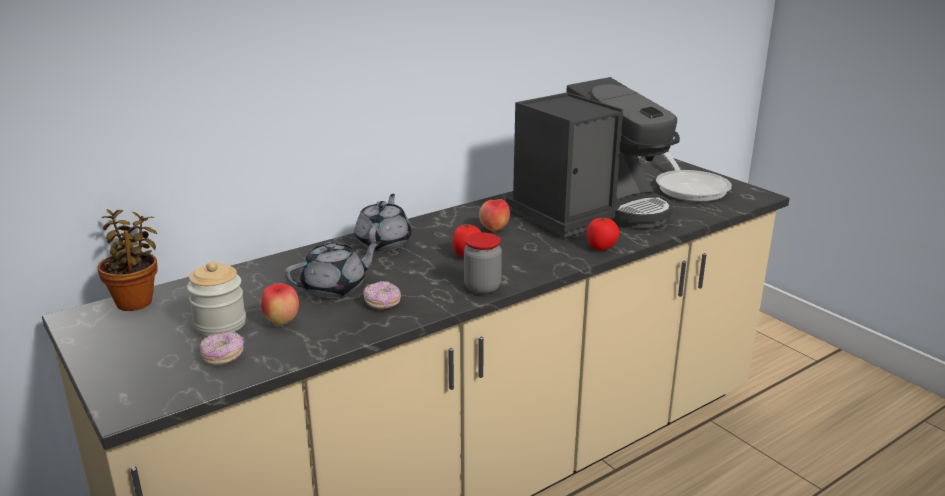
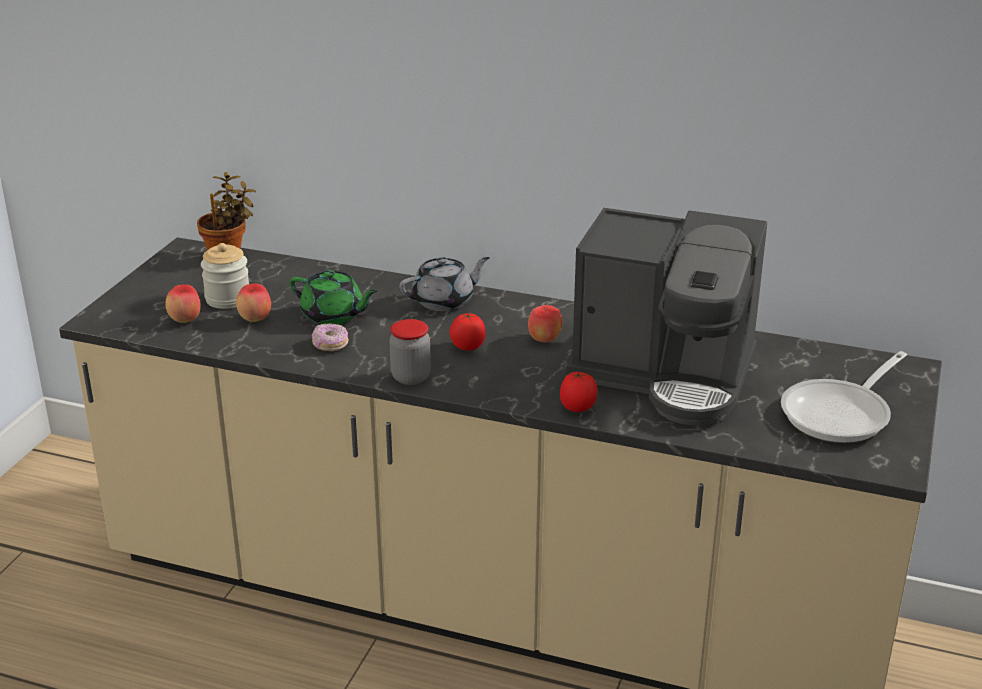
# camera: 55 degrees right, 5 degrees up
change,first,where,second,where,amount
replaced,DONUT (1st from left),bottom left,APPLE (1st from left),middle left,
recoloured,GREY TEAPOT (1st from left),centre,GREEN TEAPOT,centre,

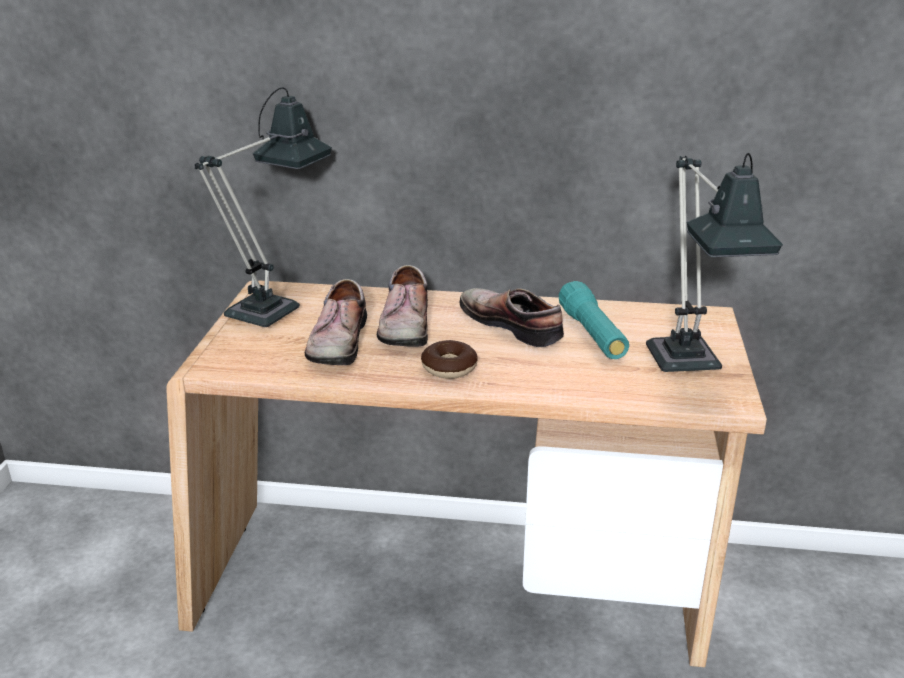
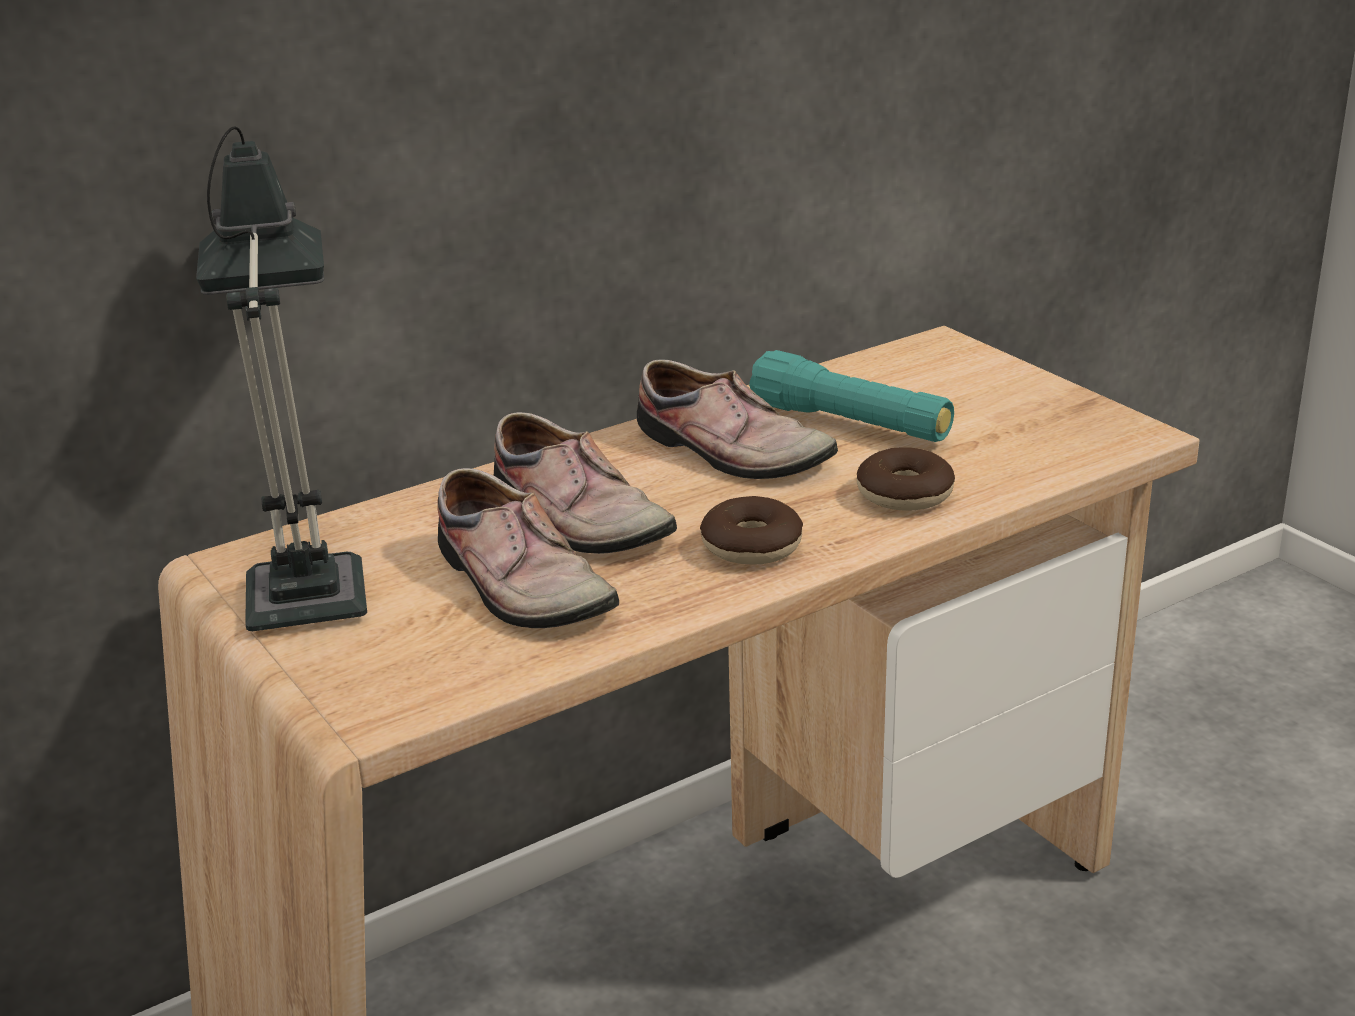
# camera: 40 degrees left, 0 degrees up
change,first,where,second,where,amount
turned,SHOE (3rd from left),centre,,centre,150 degrees counterclockwise
removed,TABLE LAMP (2nd from left),middle right,,,
added,,,DONUT (2nd from left),middle right,

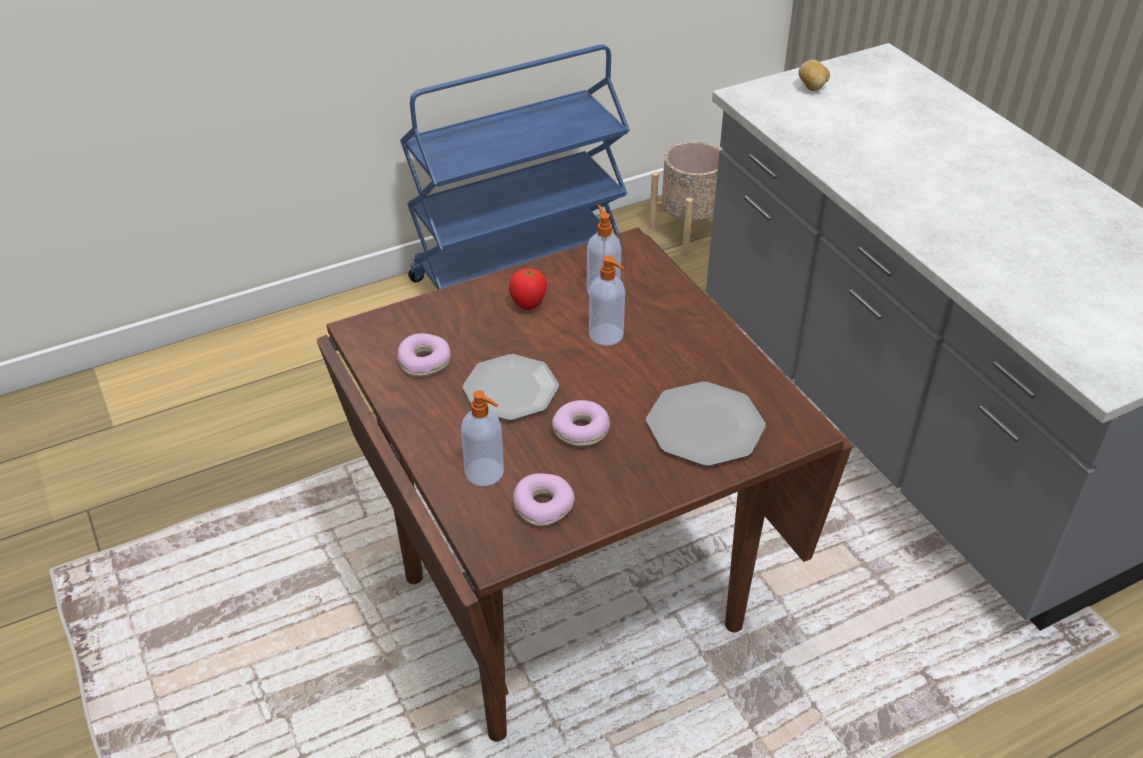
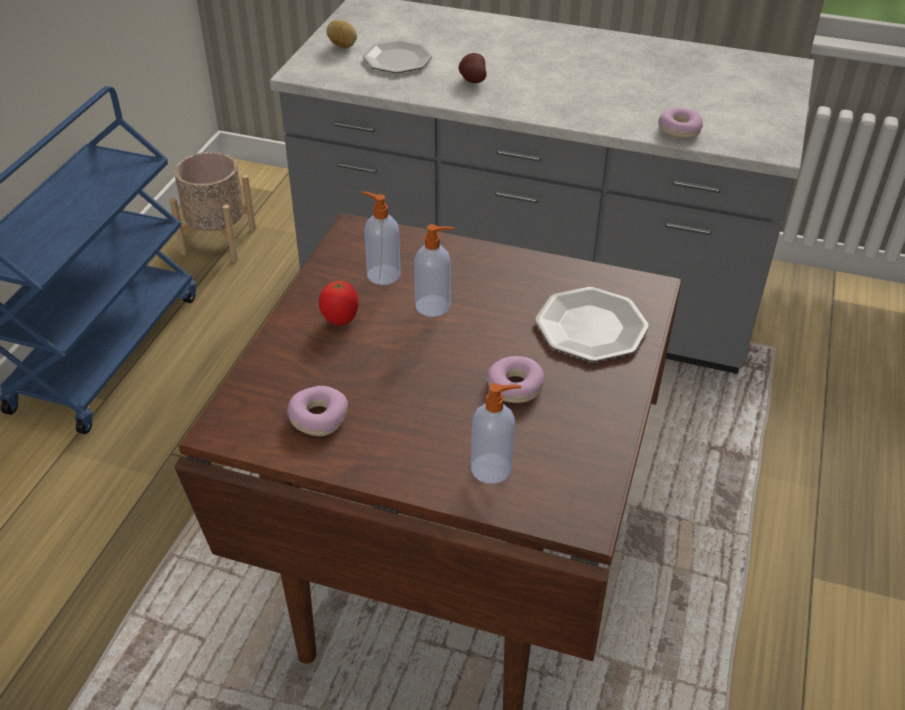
# camera: 45 degrees left, 0 degrees up
change,first,where,second,where,amount
moved,PLATE (1st from left),centre,,top centre,
moved,DONUT (2nd from left in the first image),centre,DONUT (3rd from left),top right,
added,,,POTATO (2nd from left),top centre,

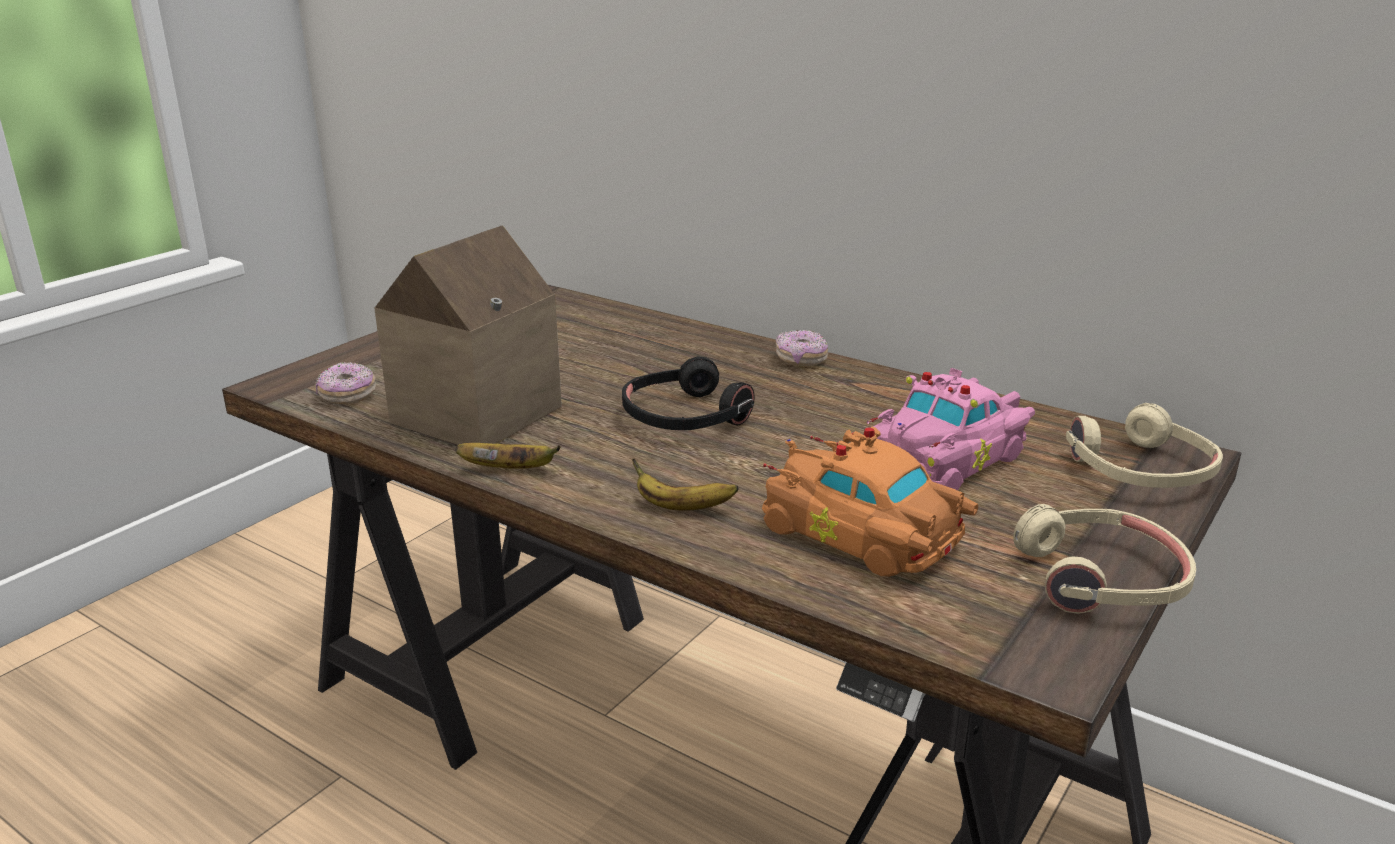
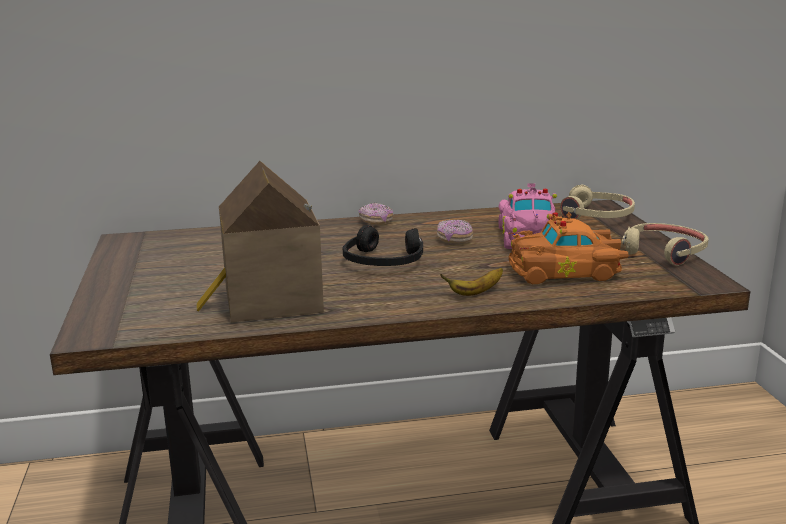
# camera: 45 degrees left, 5 degrees down
change,first,where,second,where,amount
moved,DONUT (1st from left in the first image),middle left,DONUT (2nd from left),centre,
removed,BANANA (1st from left),centre,,,

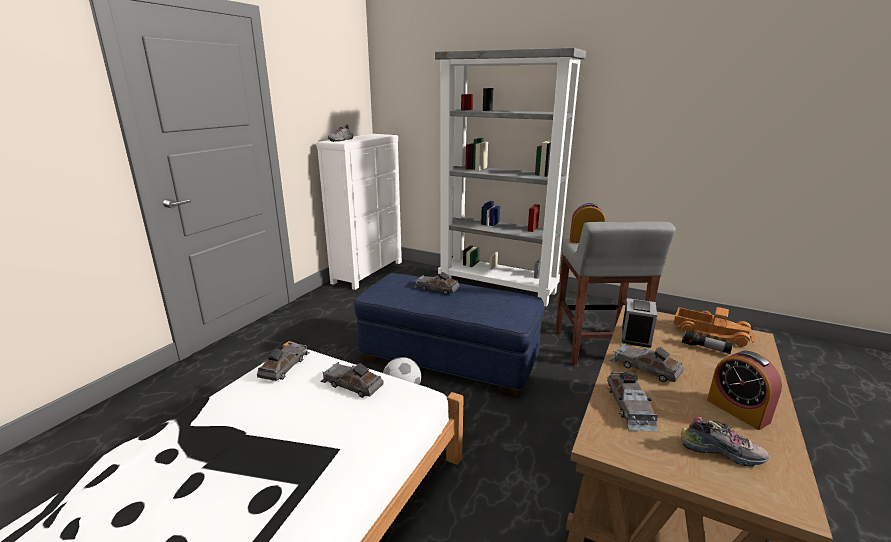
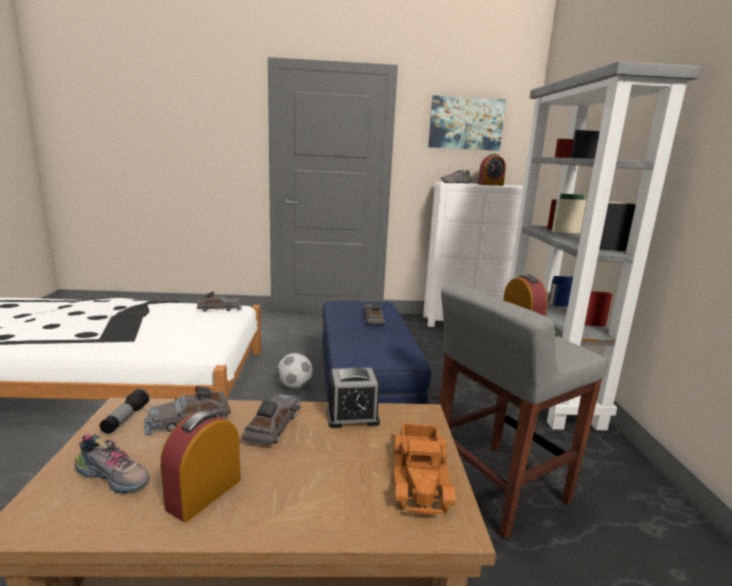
# camera: 60 degrees right, 5 degrees down
change,first,where,second,where,amount
removed,GREY TOY CAR (2nd from left),bottom centre,,,
turned,SHOE (2nd from left in the first image),bottom right,SHOE (1st from left),bottom left,60 degrees counterclockwise
moved,FLASHLIGHT,middle right,,bottom left,
added,,,PICTURE,top centre,
added,,,ALARM CLOCK (3rd from left),top right,

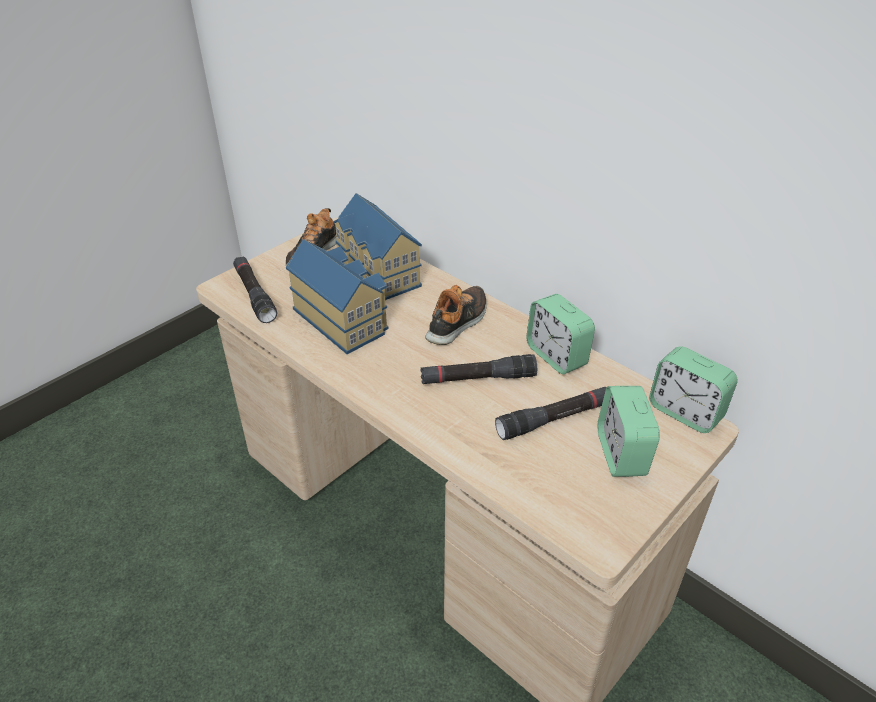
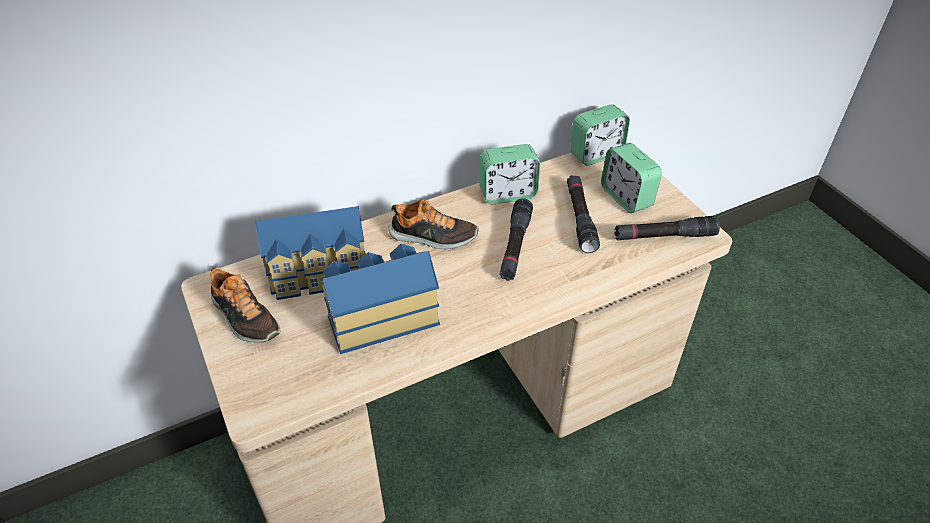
# camera: 70 degrees left, 5 degrees up
change,first,where,second,where,amount
moved,BLACK FLASHLIGHT (1st from left in the first image),middle left,BLACK FLASHLIGHT (3rd from left),middle right,
turned,SHOE (2nd from left),centre,,centre,135 degrees clockwise
turned,ALARM CLOCK (2nd from left in the first image),middle right,ALARM CLOCK (3rd from left),middle right,45 degrees clockwise

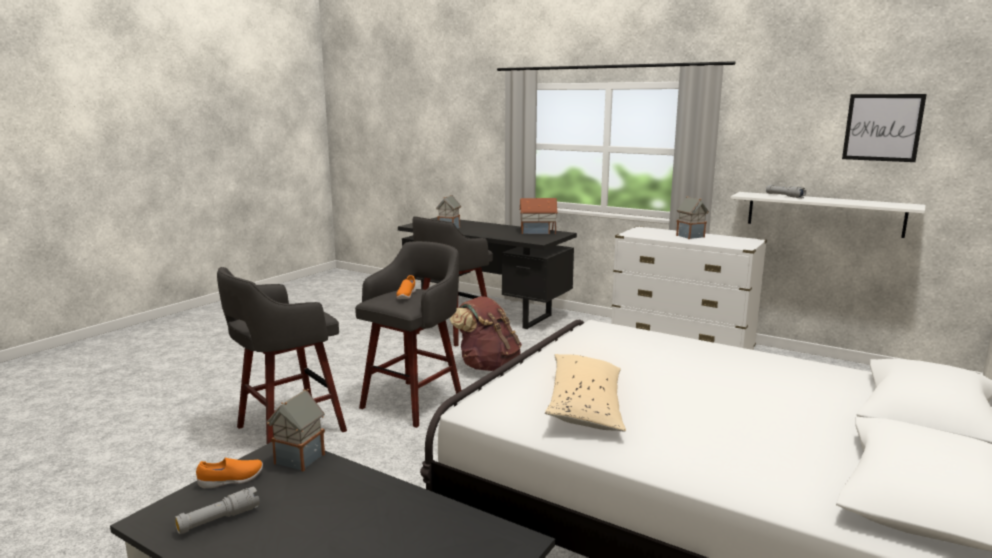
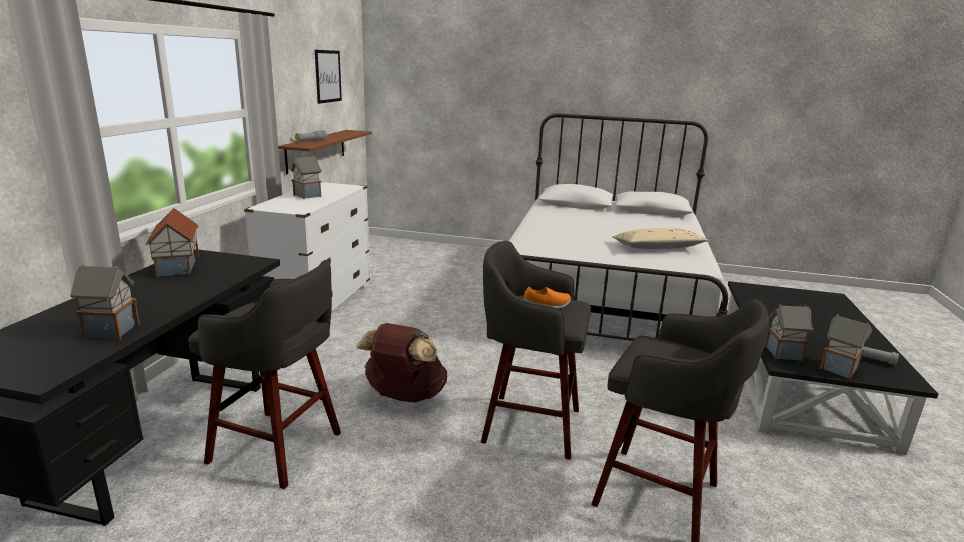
# camera: 110 degrees left, 5 degrees up
change,first,where,second,where,amount
replaced,ORANGE SHOE (1st from left),bottom left,TOY HOUSE (5th from left),middle right,
recoloured,WHITE SHELF,middle right,BROWN SHELF,top centre,

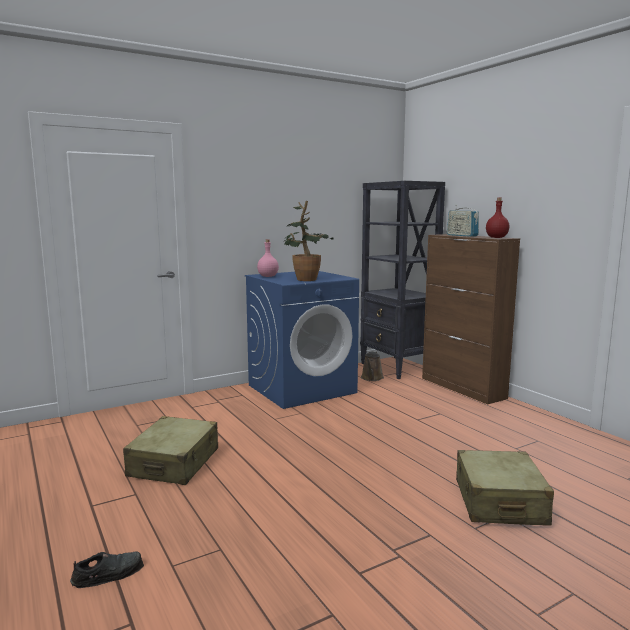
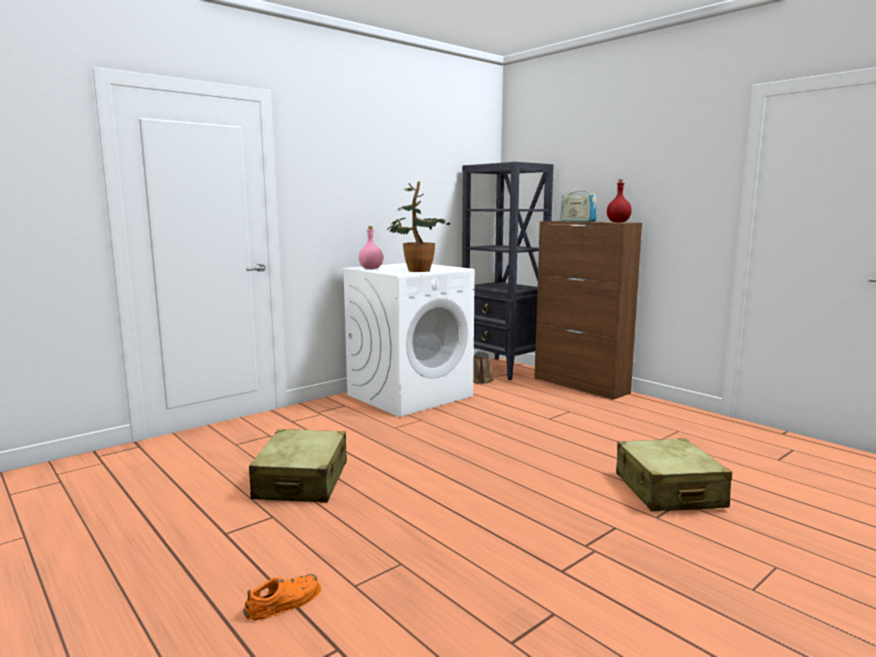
# camera: 10 degrees left, 0 degrees up
change,first,where,second,where,amount
recoloured,BLACK SHOE,bottom left,ORANGE SHOE,bottom left,
recoloured,BLUE WASHING MACHINE,centre,WHITE WASHING MACHINE,centre,

